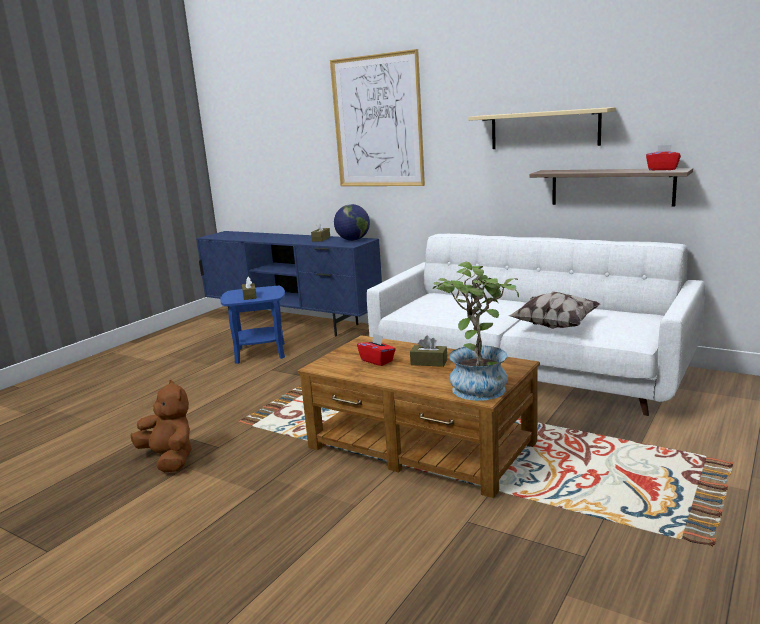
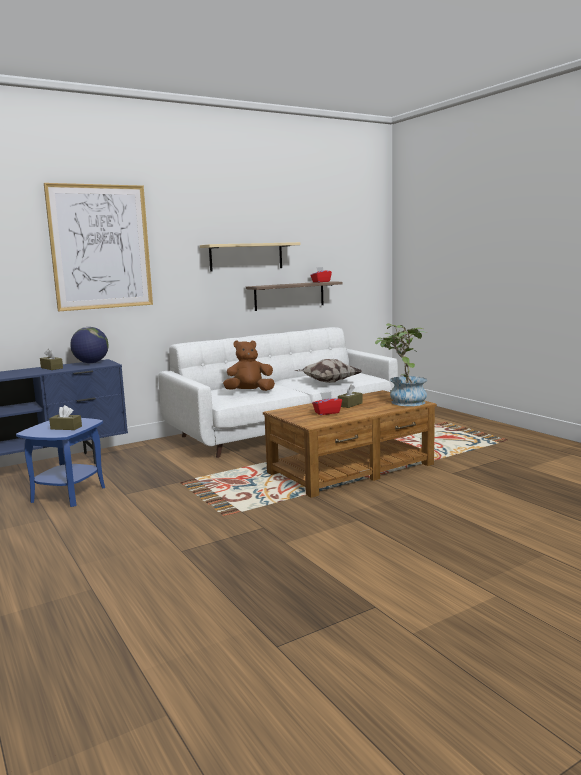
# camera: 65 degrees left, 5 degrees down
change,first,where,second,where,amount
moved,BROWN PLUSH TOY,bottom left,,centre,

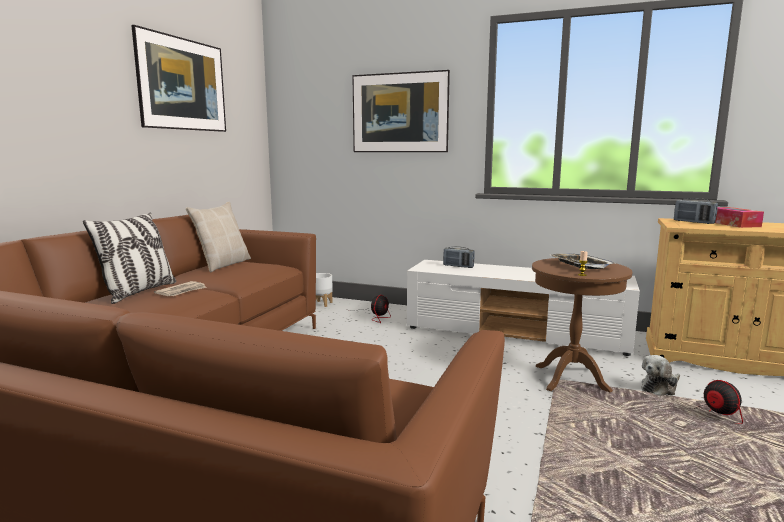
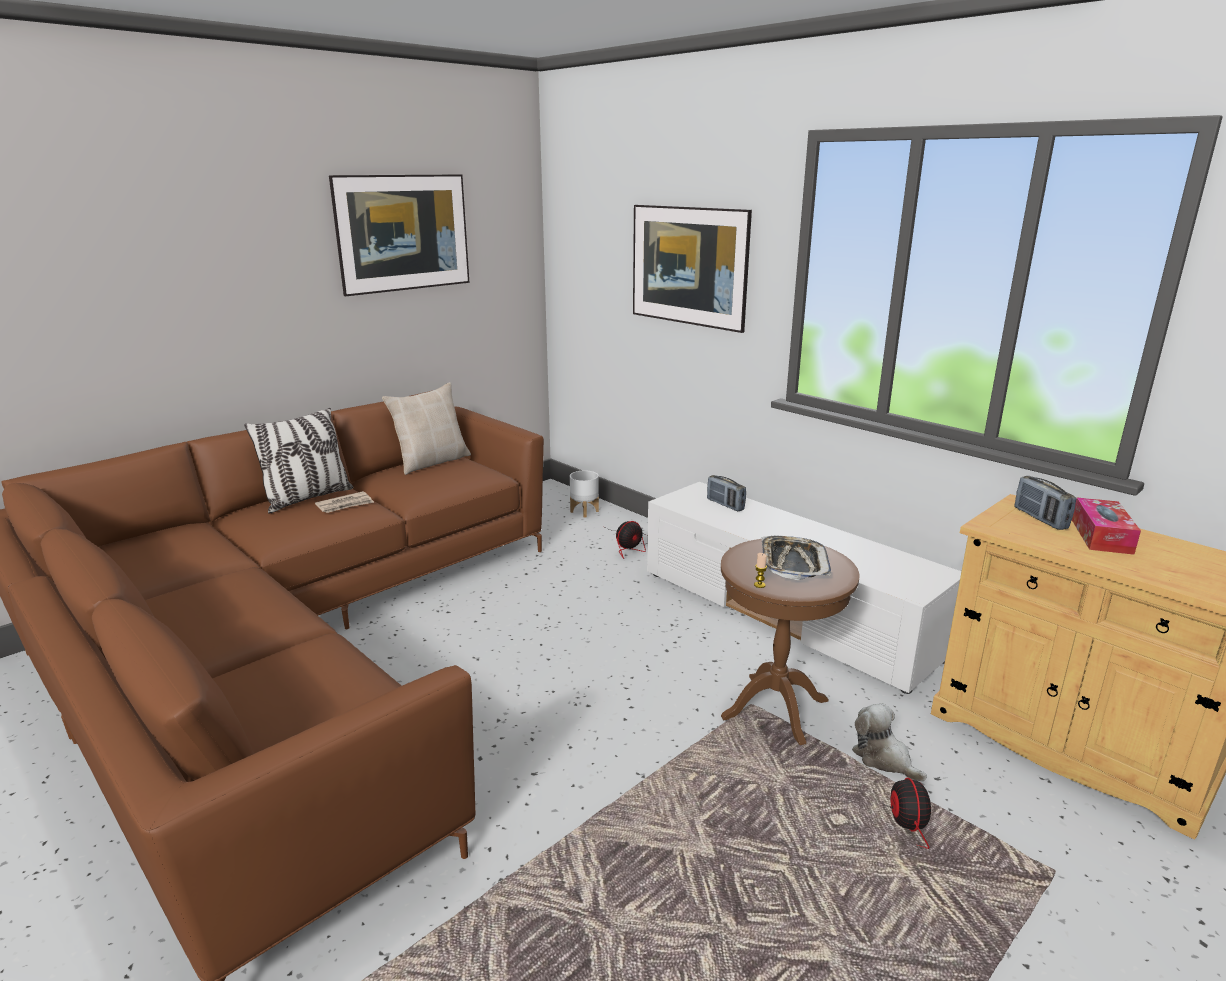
# camera: 25 degrees right, 10 degrees up
change,first,where,second,where,amount
turned,PLUSH TOY,bottom right,,bottom right,60 degrees clockwise

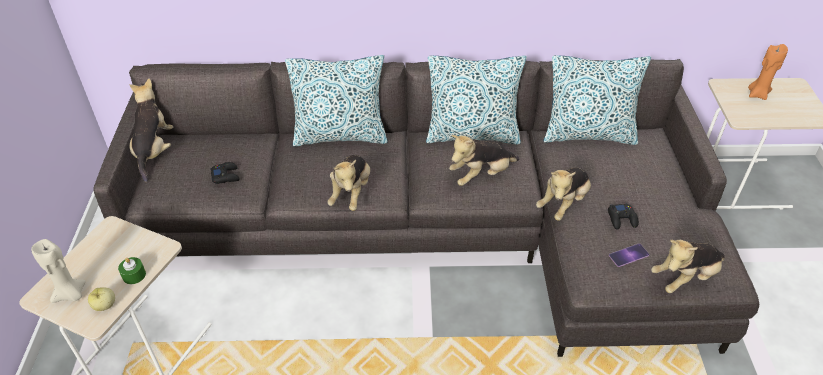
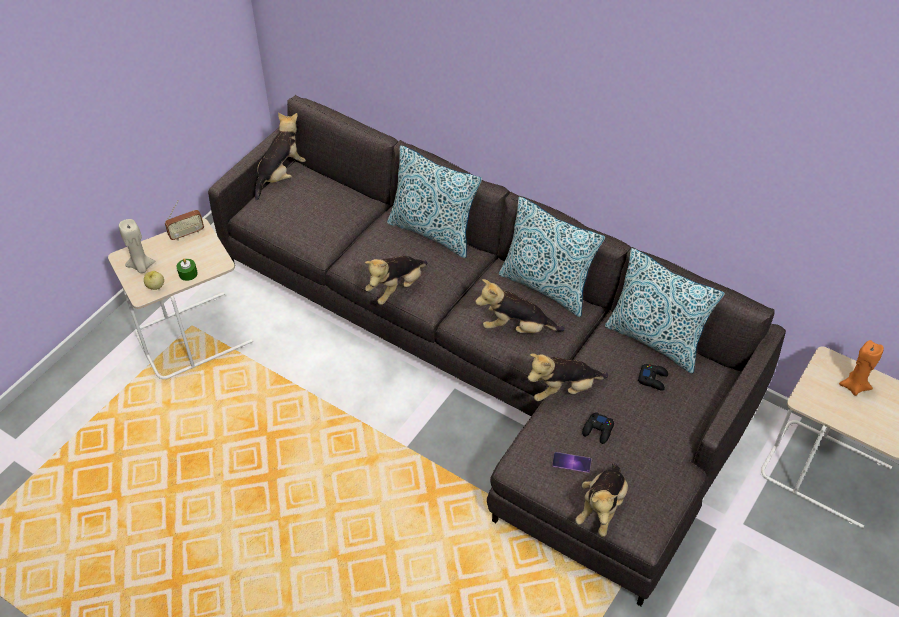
# camera: 35 degrees right, 5 degrees up
change,first,where,second,where,amount
moved,BLACK GAME CONTROLLER (1st from left in the first image),middle left,BLACK GAME CONTROLLER (2nd from left),middle right,
turned,PLUSH TOY (5th from left),bottom right,,bottom right,75 degrees counterclockwise
added,,,RADIO,middle left,

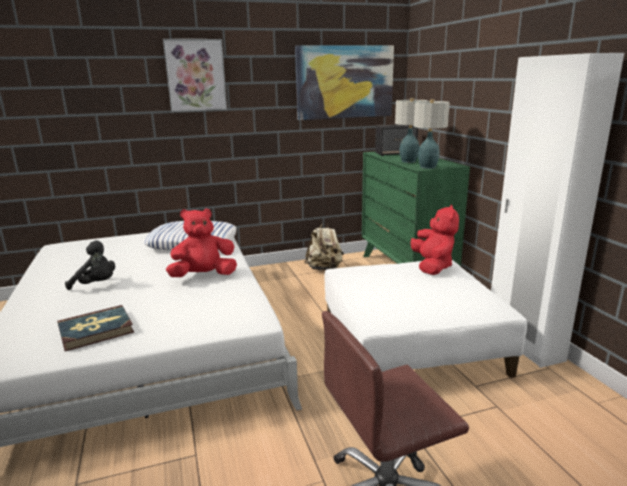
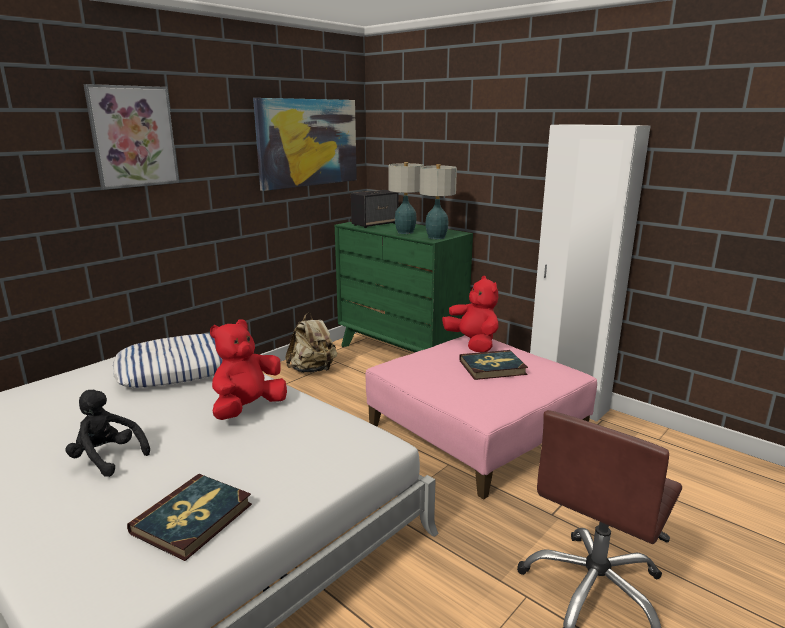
# camera: 30 degrees left, 0 degrees up
change,first,where,second,where,amount
turned,BLACK PLUSH TOY,middle left,,bottom left,135 degrees counterclockwise
recoloured,WHITE OTTOMAN,middle right,PINK OTTOMAN,centre,
added,,,BOOK (2nd from left),centre,

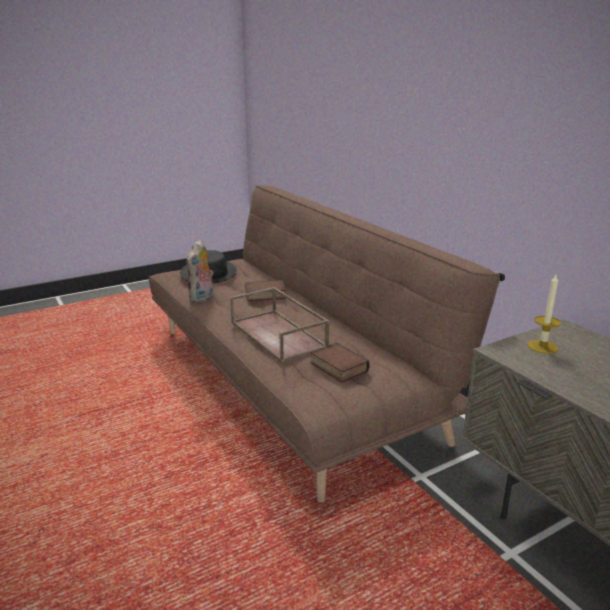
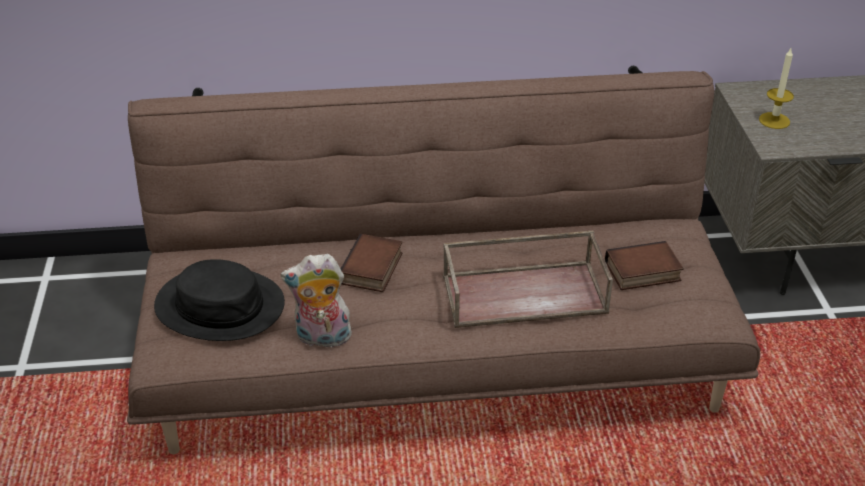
# camera: 65 degrees left, 15 degrees up
change,first,where,second,where,amount
turned,PLUSH TOY,middle left,,centre,135 degrees clockwise

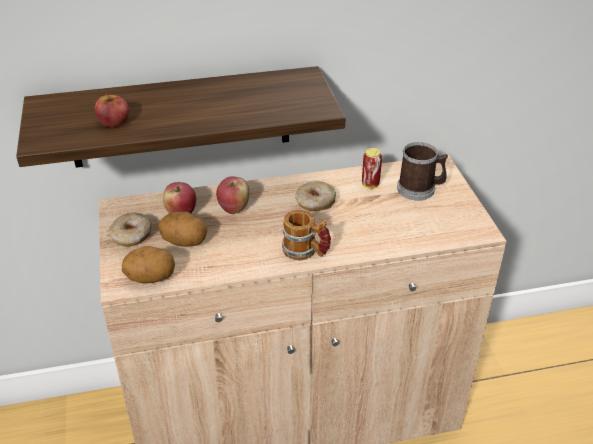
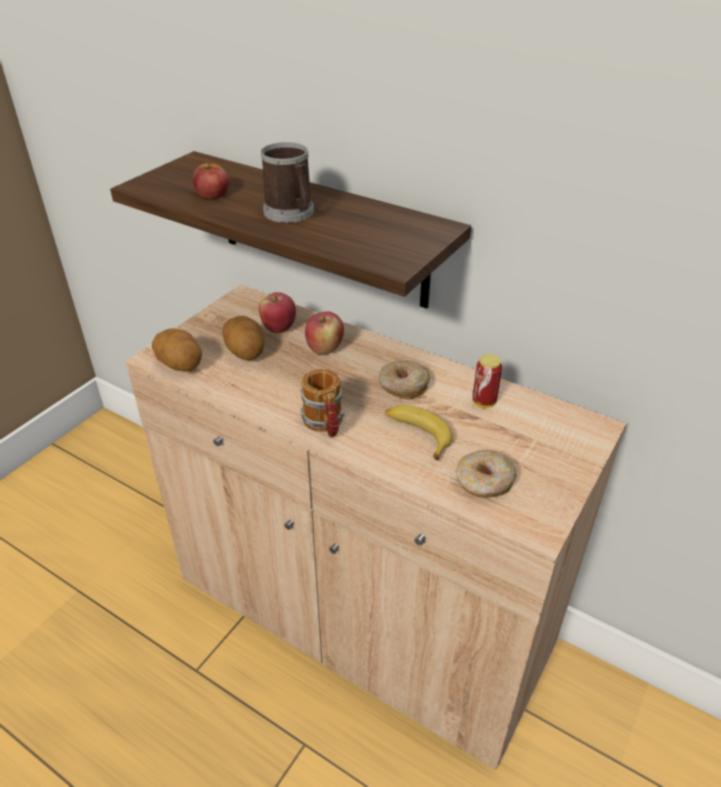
# camera: 45 degrees right, 0 degrees up
change,first,where,second,where,amount
moved,DONUT (1st from left in the first image),middle left,DONUT (2nd from left),middle right,
moved,MUG (2nd from left in the first image),middle right,MUG (1st from left),top centre,
added,,,BANANA,centre,

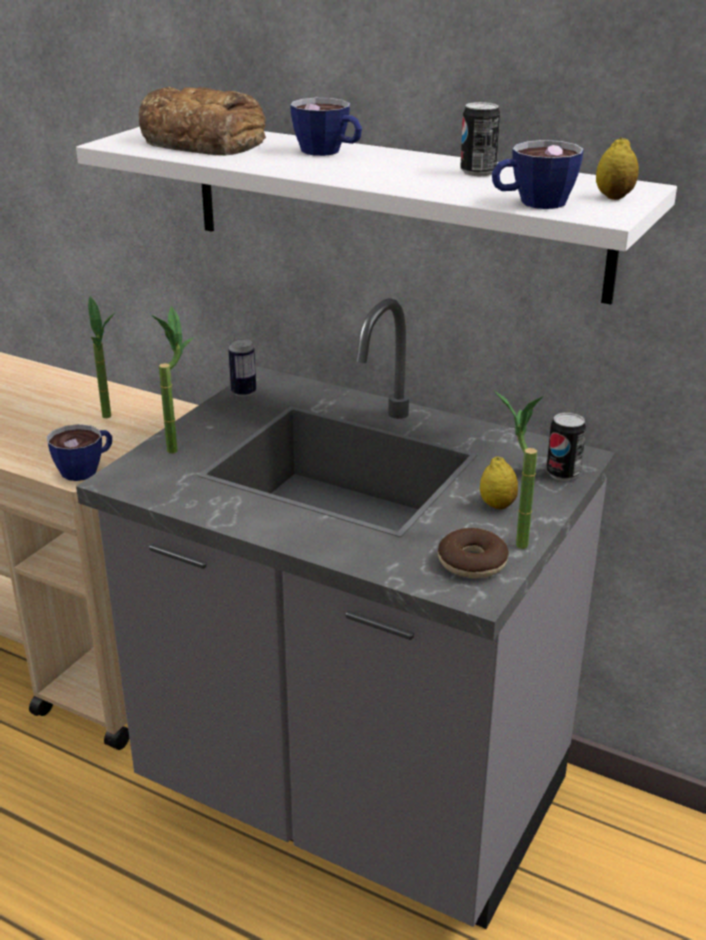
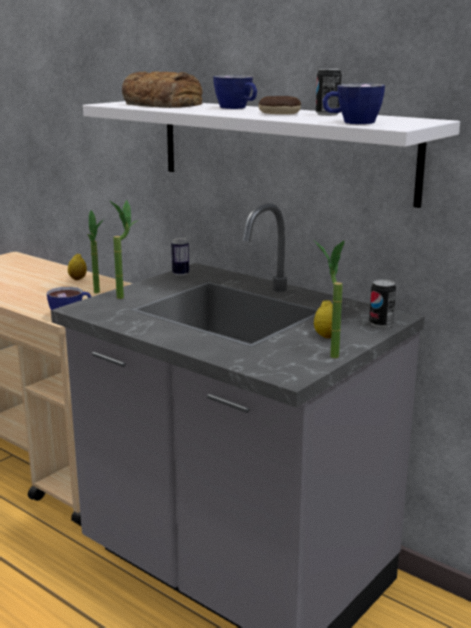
# camera: 10 degrees right, 10 degrees down
change,first,where,second,where,amount
moved,DONUT,middle right,,top centre,
moved,LEMON (2nd from left in the first image),top right,LEMON (1st from left),middle left,

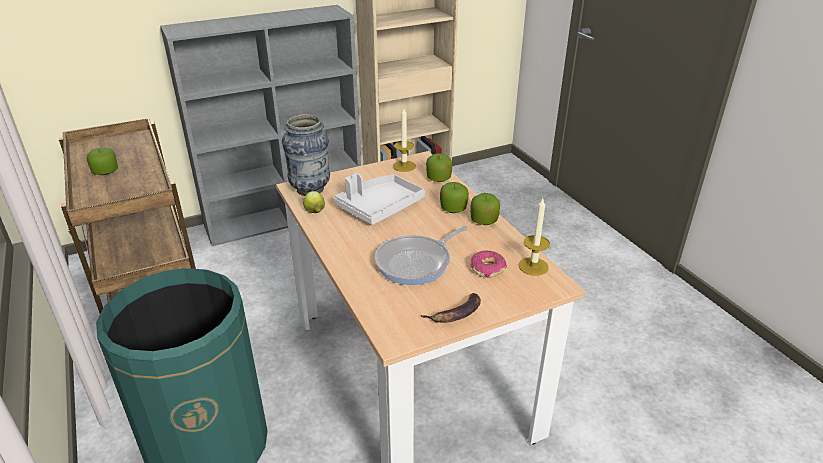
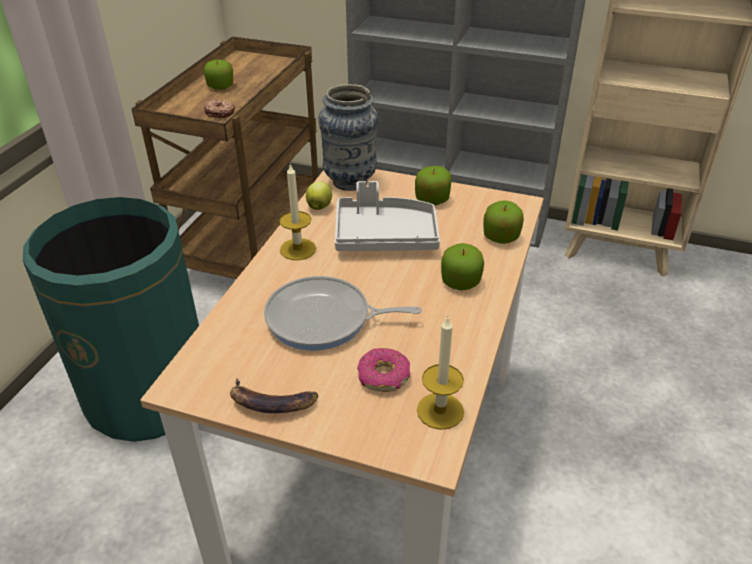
# camera: 45 degrees right, 5 degrees up
change,first,where,second,where,amount
moved,CANDLE (1st from left),top centre,,centre,
moved,APPLE (5th from left in the first image),centre,APPLE (3rd from left),top centre,
added,,,DONUT (1st from left),top left,

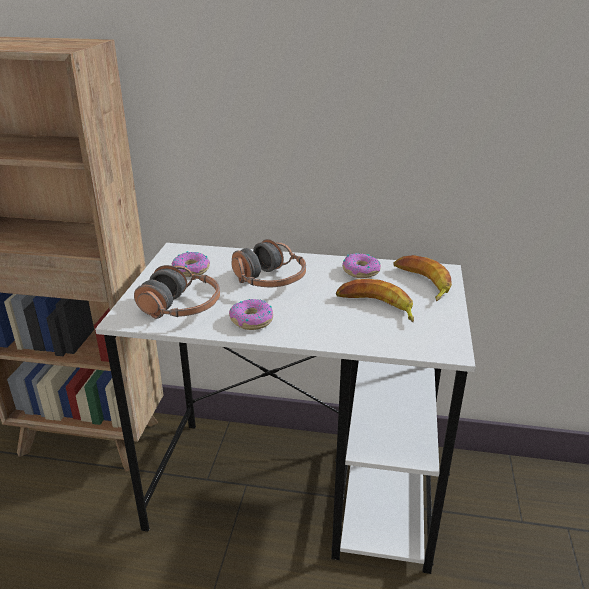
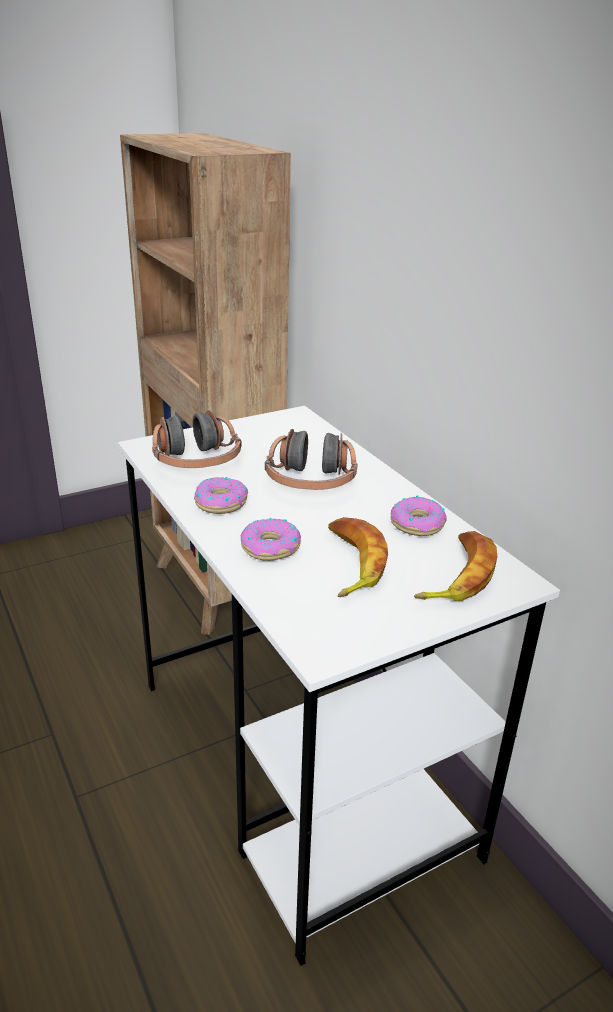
# camera: 50 degrees right, 0 degrees up
change,first,where,second,where,amount
moved,DONUT (1st from left in the first image),middle left,DONUT (2nd from left),centre,

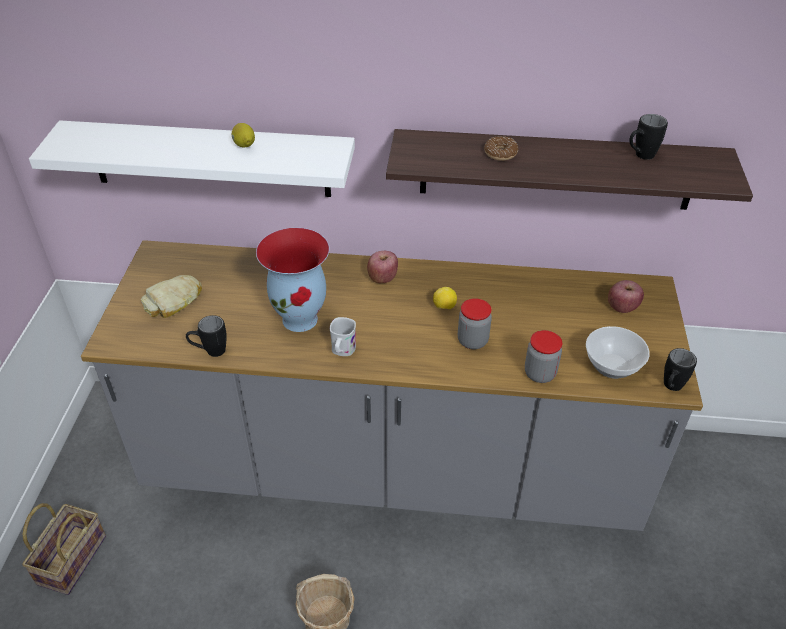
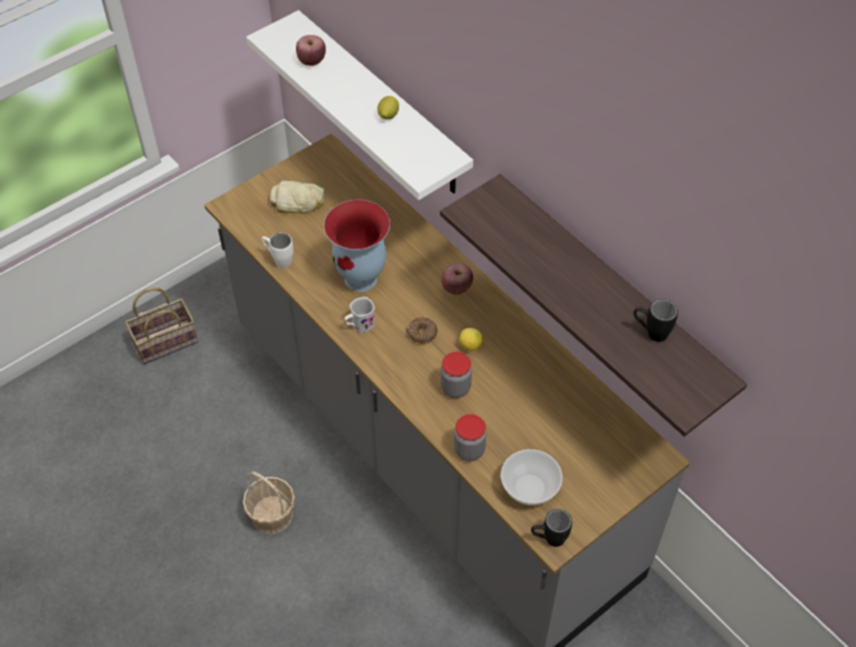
# camera: 45 degrees right, 10 degrees up
change,first,where,second,where,amount
recoloured,BLACK MUG (1st from left),middle left,WHITE MUG (1st from left),middle left,
moved,DONUT,top centre,,centre,
moved,APPLE (2nd from left in the first image),middle right,APPLE (1st from left),top centre,

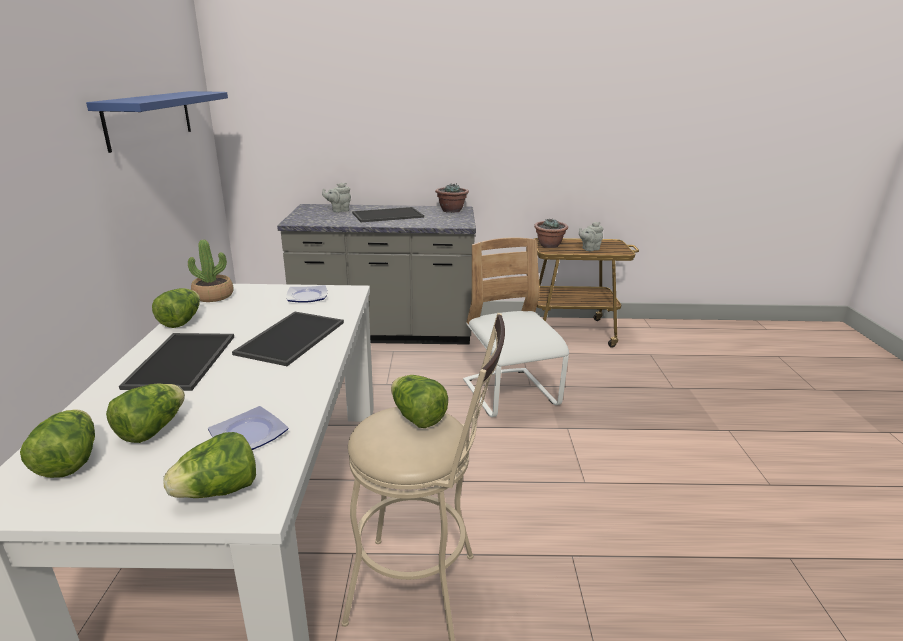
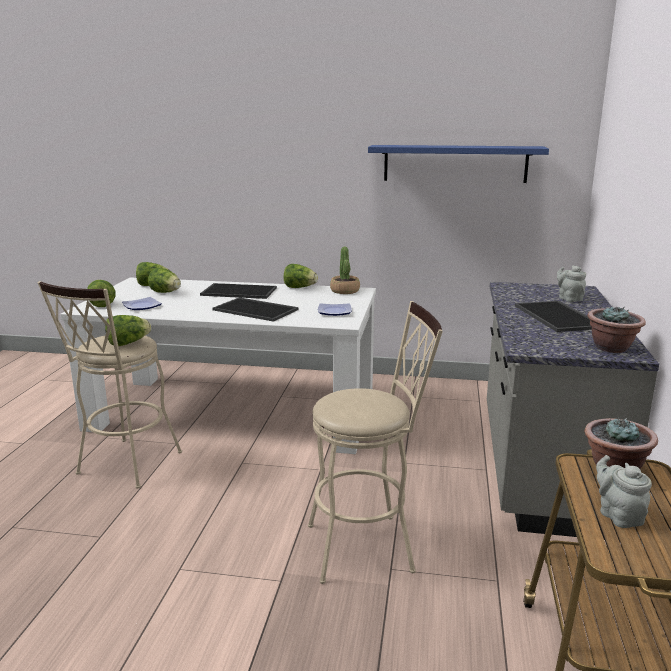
# camera: 100 degrees right, 5 degrees down
change,first,where,second,where,amount
replaced,WHITE CHAIR,centre,BEIGE STOOL (2nd from left),centre,

